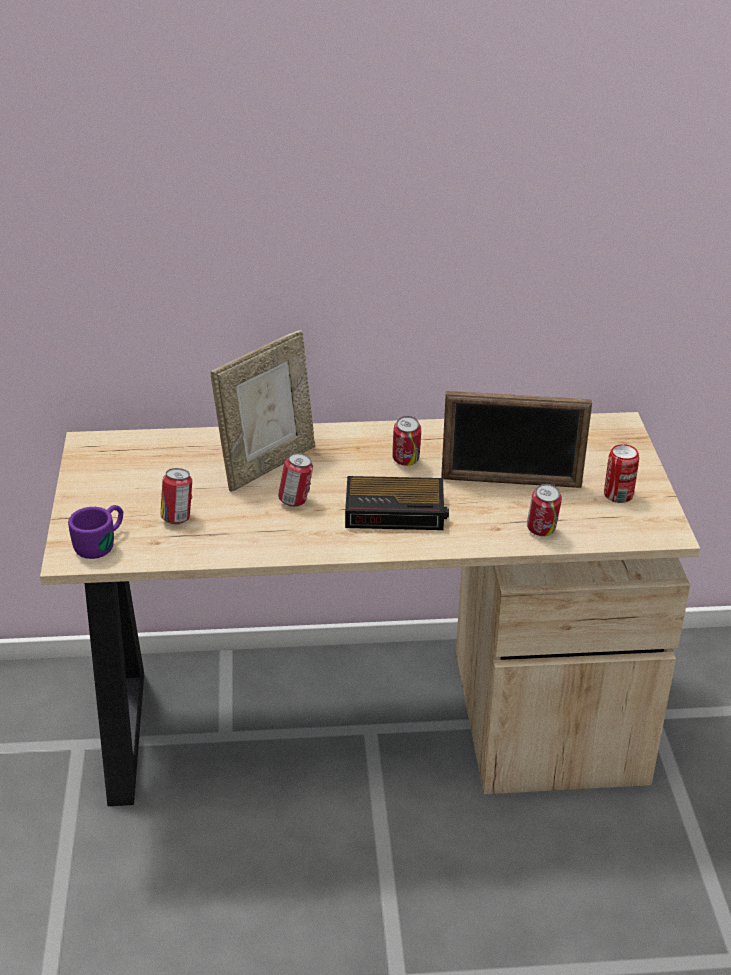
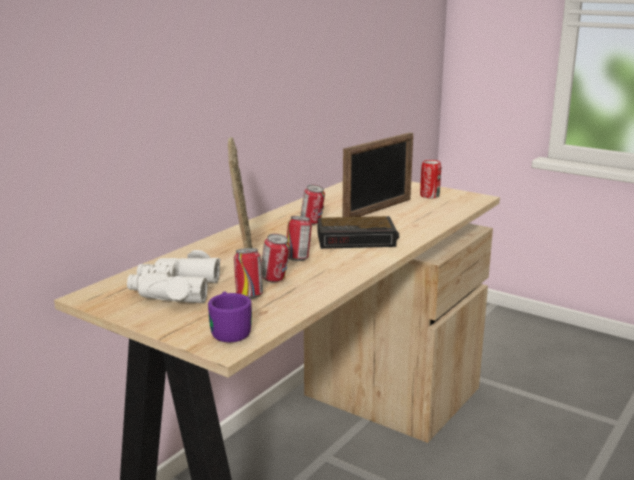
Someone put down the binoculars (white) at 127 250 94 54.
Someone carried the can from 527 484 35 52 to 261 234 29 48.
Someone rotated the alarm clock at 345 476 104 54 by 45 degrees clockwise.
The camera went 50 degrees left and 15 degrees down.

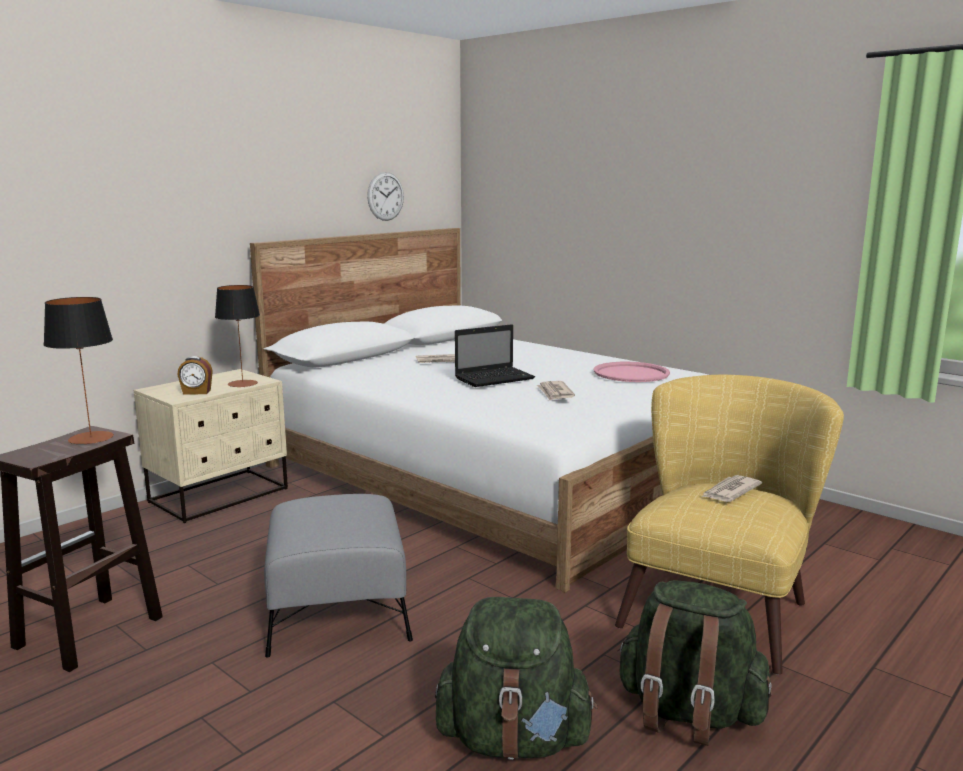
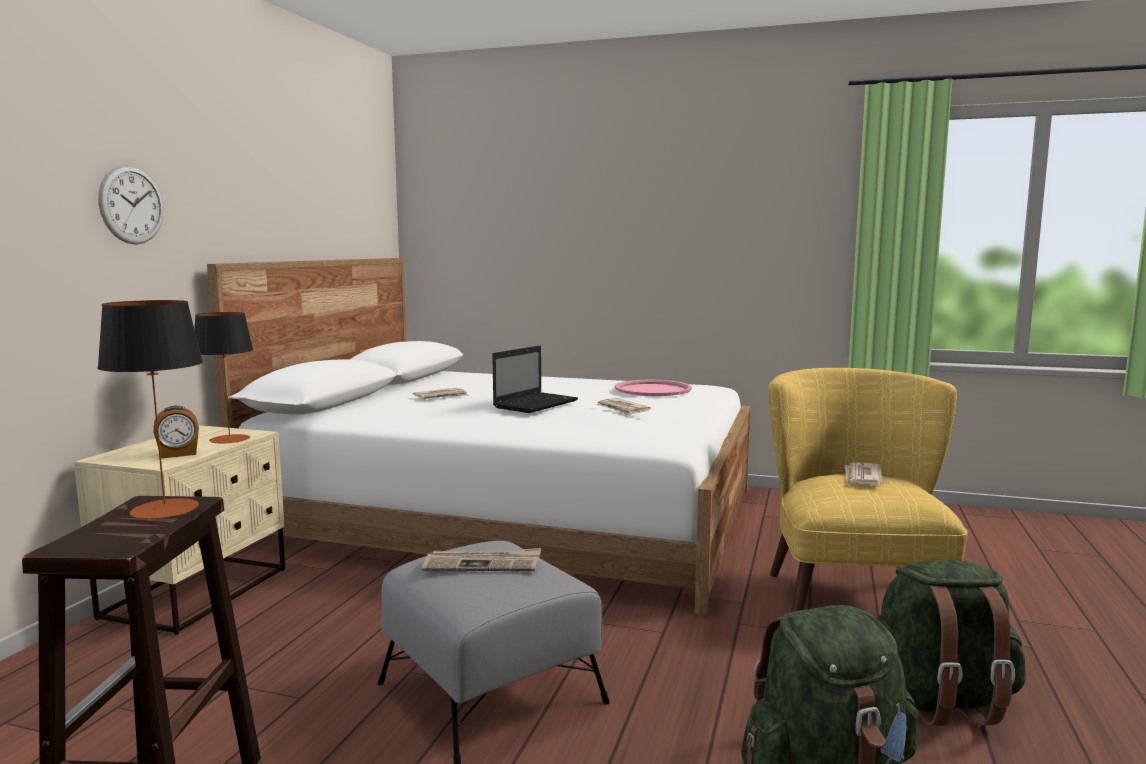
Someone put down the newspaper at 422 548 119 23.
Someone carried the wall clock from 367 172 37 49 to 98 165 65 80.
The camera went 25 degrees left and 5 degrees down.

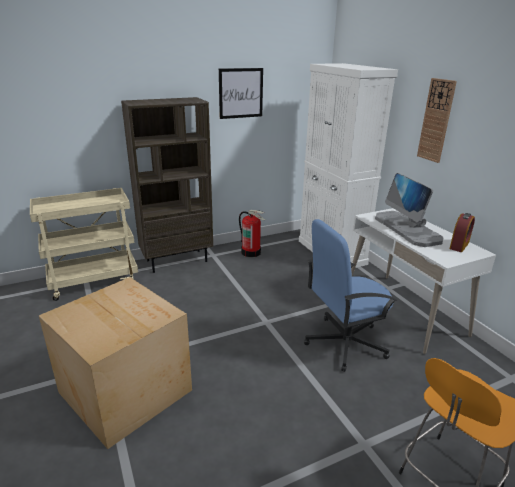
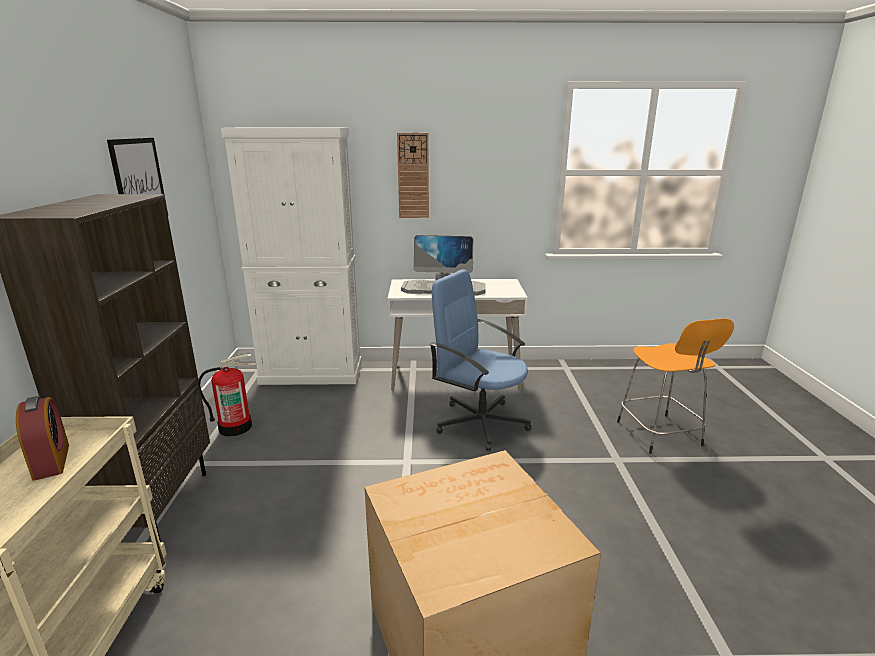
Someone carried the alarm clock from 449 213 26 39 to 16 396 53 85.
Someone rotated the office chair (blue) at 304 219 93 153 by 120 degrees clockwise.
The camera went 65 degrees left and 5 degrees down.

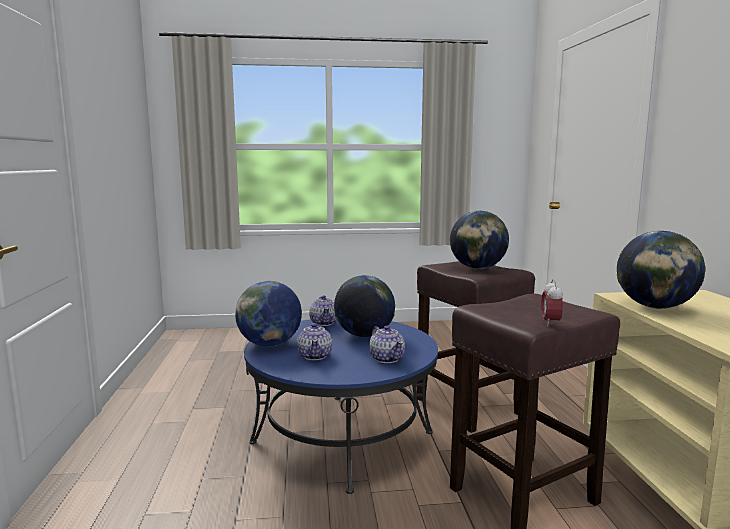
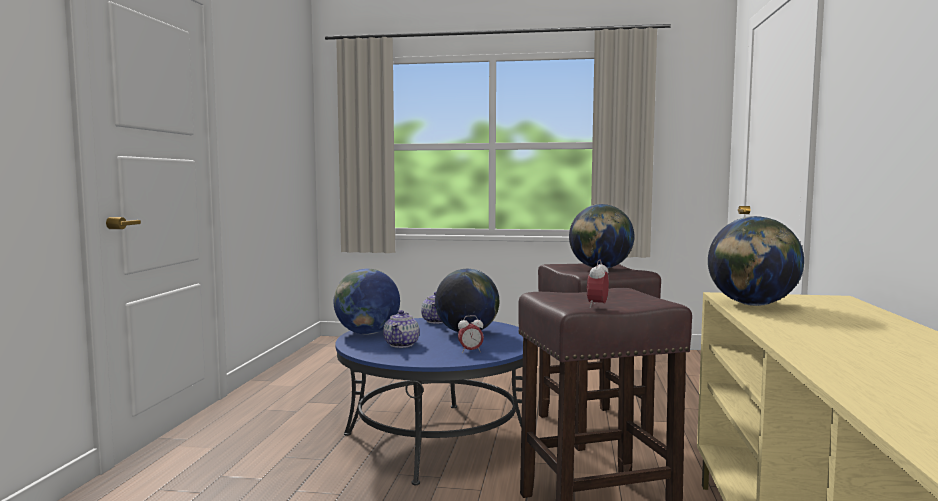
Someone swapped the teapot at 369 325 36 38 for the alarm clock at 458 315 26 38.
The camera went 15 degrees right and 5 degrees down.

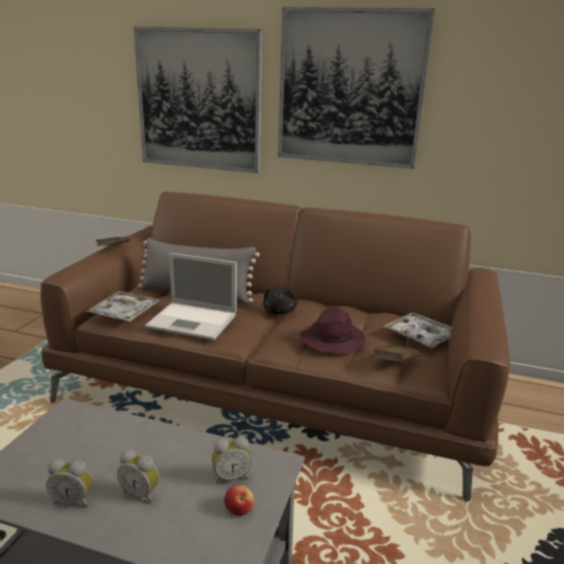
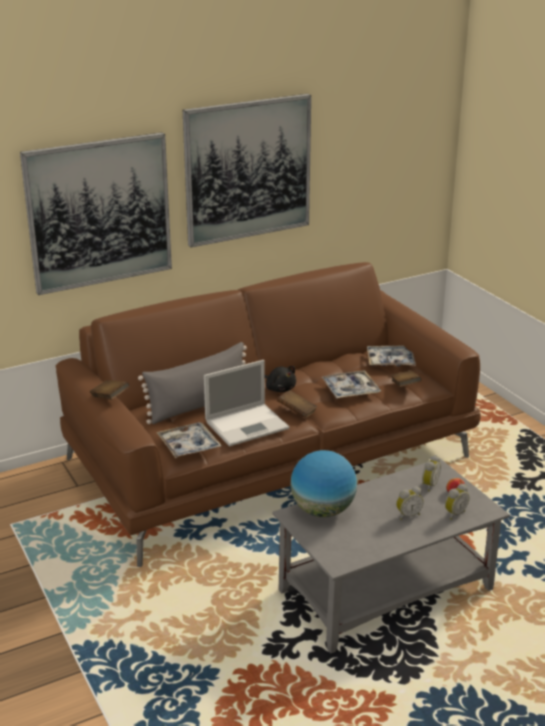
Someone put down the book (brown) at 277 390 40 28.
Someone put down the globe at 291 450 66 67.
Someone carried the alarm clock from 46 458 47 49 to 445 484 24 36.
Someone swapped the hat (purple) at 300 308 65 46 for the tray at 321 370 60 28.
The camera went 45 degrees left and 5 degrees up.

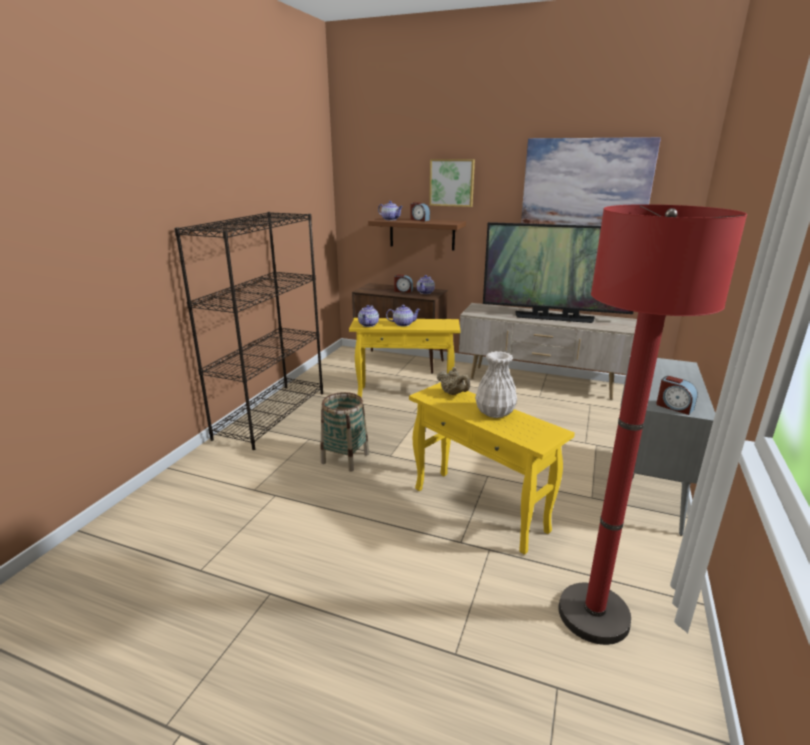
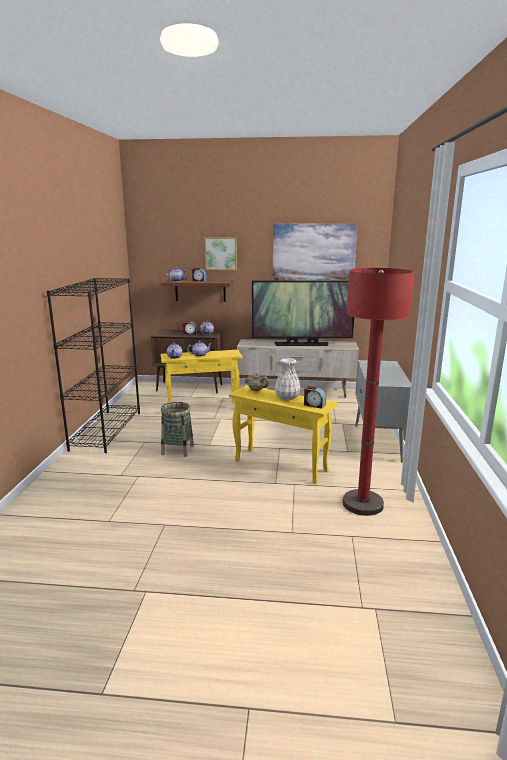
Someone carried the alarm clock from 656 376 42 39 to 304 386 22 23.
The camera went 15 degrees left and 5 degrees down.

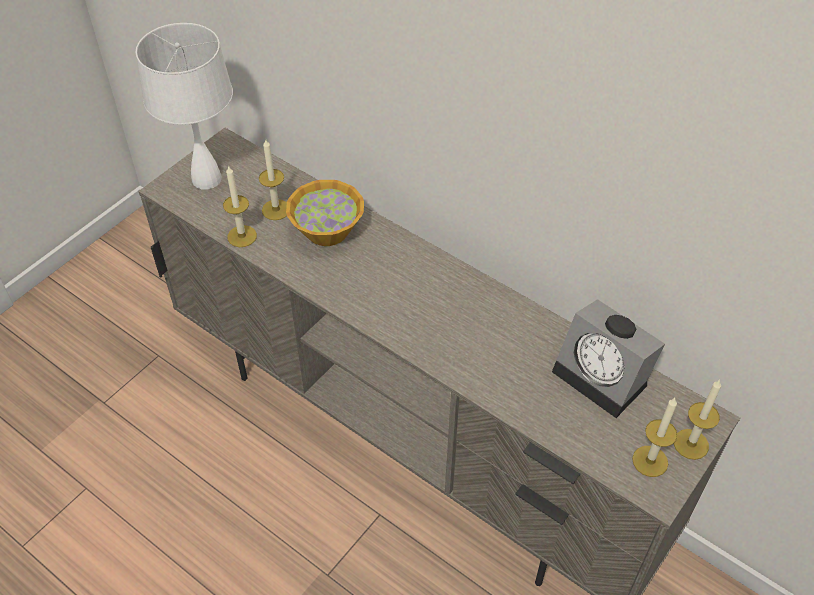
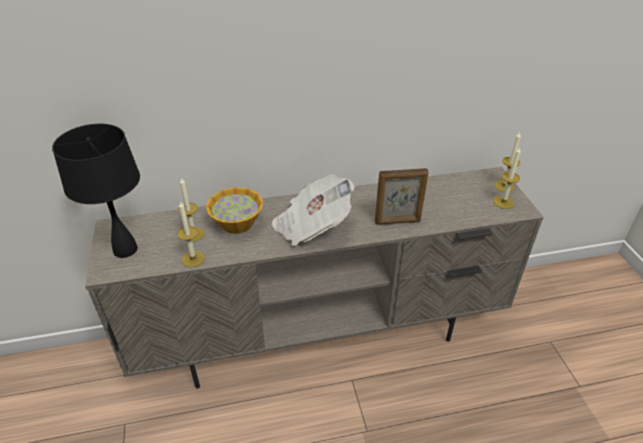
Someone took away the alarm clock at 552 299 113 119.
Someone put down the newspaper at 272 174 83 72.
Someone put down the picture frame at 375 168 54 57.
Someone repainted the table lamp (white) at 135 23 98 167, which became the table lamp (black) at 52 124 88 134.
The camera went 50 degrees left and 10 degrees down.

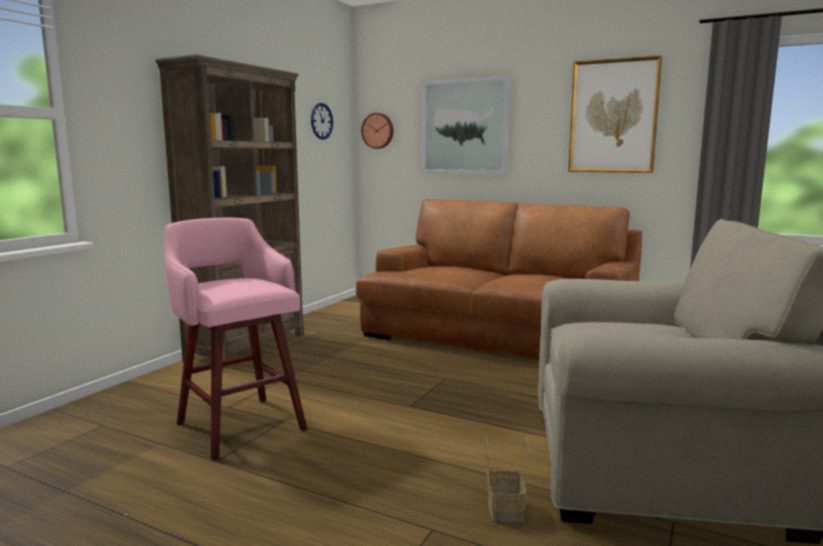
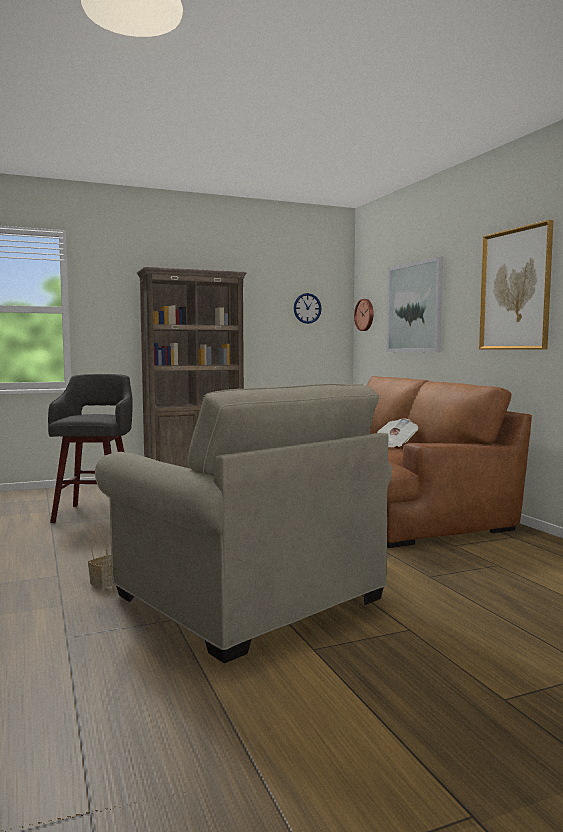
Someone put down the newspaper at 377 418 41 29.
Someone repainted the stool (pink) at 164 218 144 242, which became the stool (grey) at 48 374 85 149.
The camera went 40 degrees right and 5 degrees down.

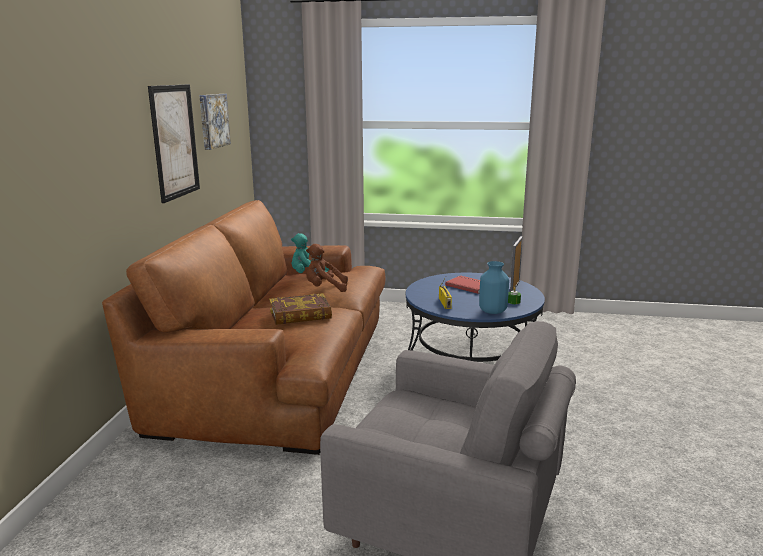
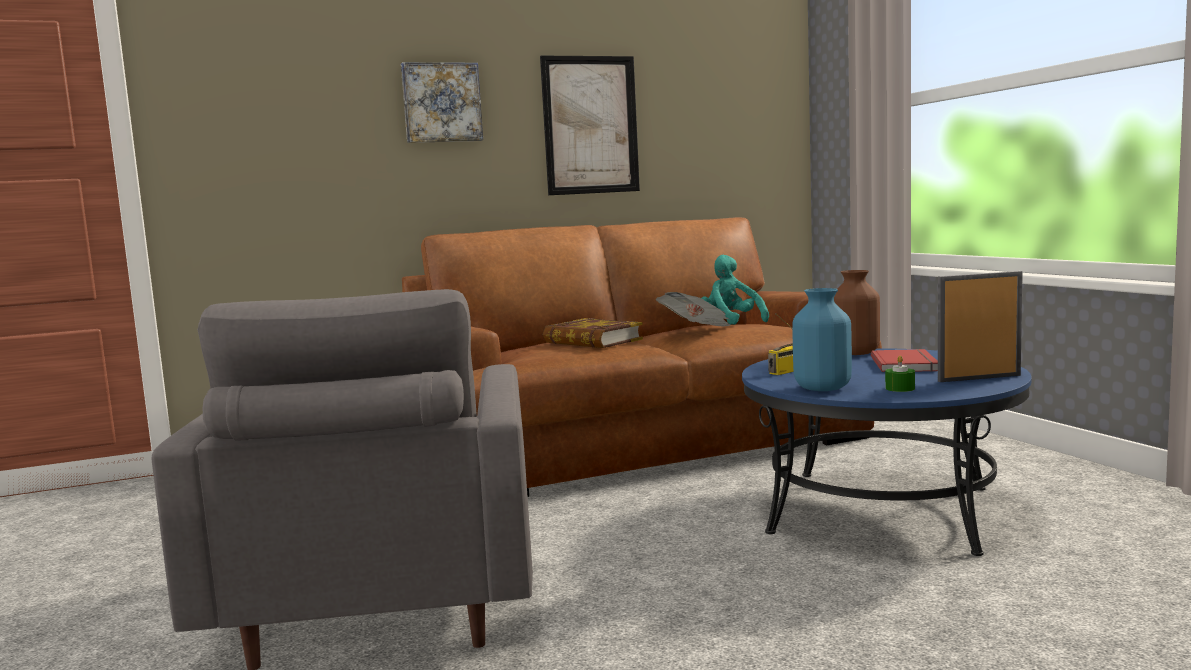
Someone put down the vase (brown) at 834 270 46 85.
Someone carried the picture from 199 94 32 56 to 401 62 82 81.
Someone swapped the plush toy (brown) at 306 244 42 48 for the newspaper at 656 292 75 34.
The camera went 60 degrees right and 10 degrees down.

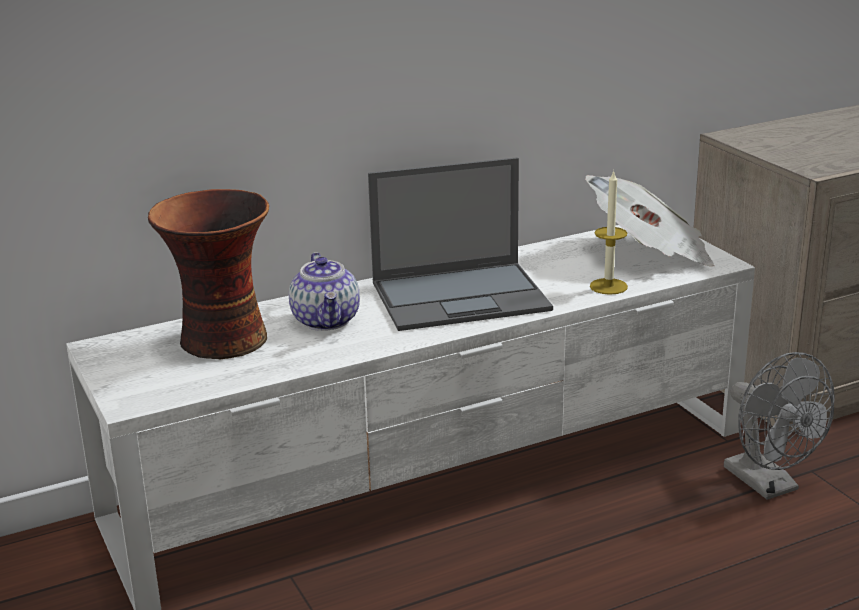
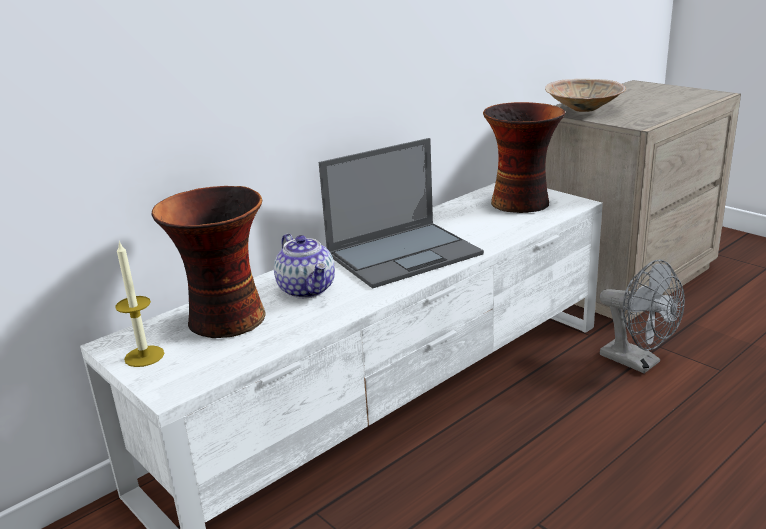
Someone put down the bowl (beige) at 545 79 81 33.
Someone carried the candle from 590 170 38 125 to 115 241 49 126.
Someone swapped the newspaper at 585 175 130 92 for the vase at 483 102 82 111.
The camera went 15 degrees left and 0 degrees up.

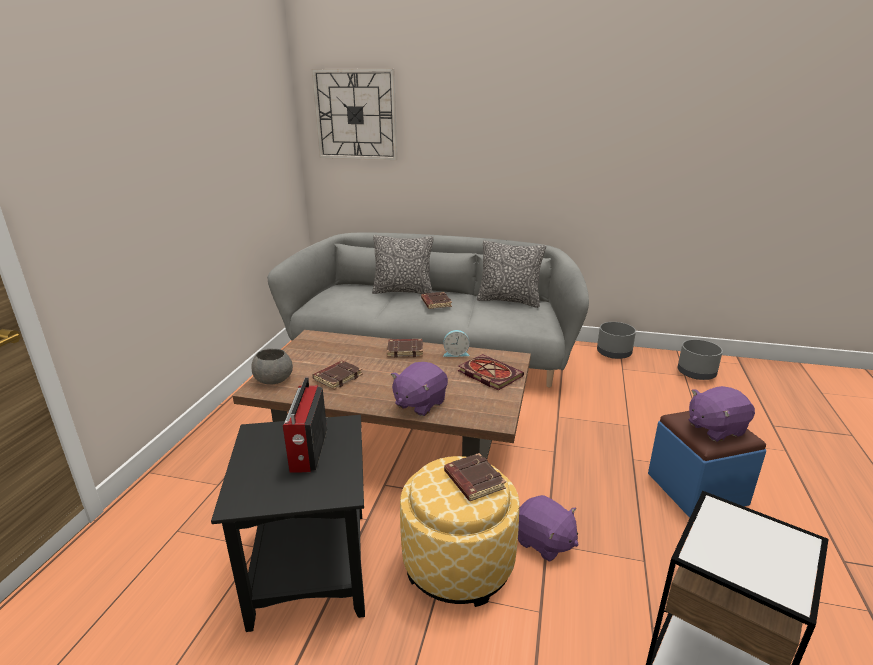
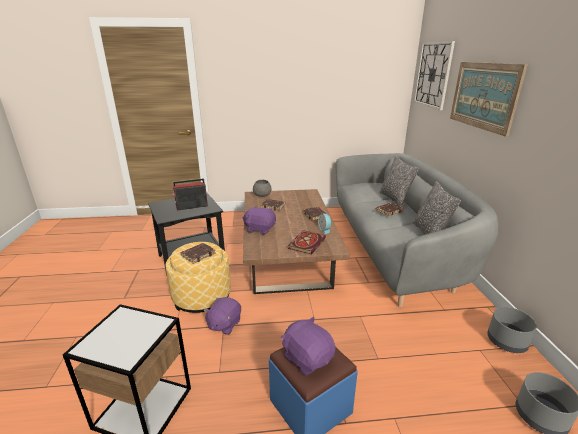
Someone put up the picture at 450 62 77 75.
The camera went 70 degrees right and 0 degrees up.

